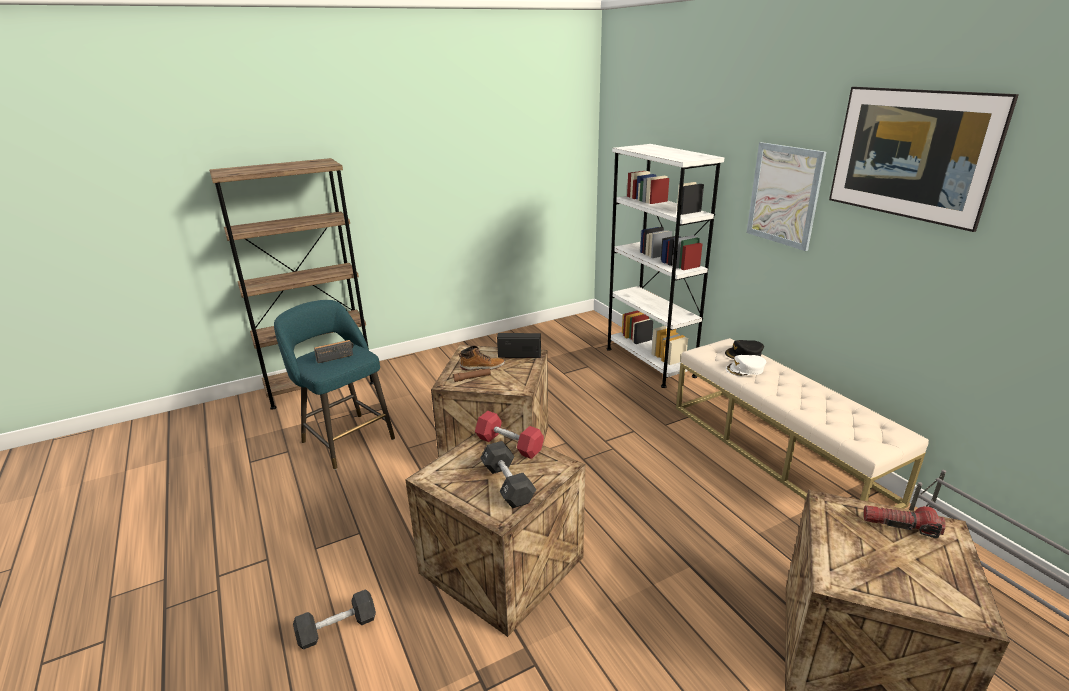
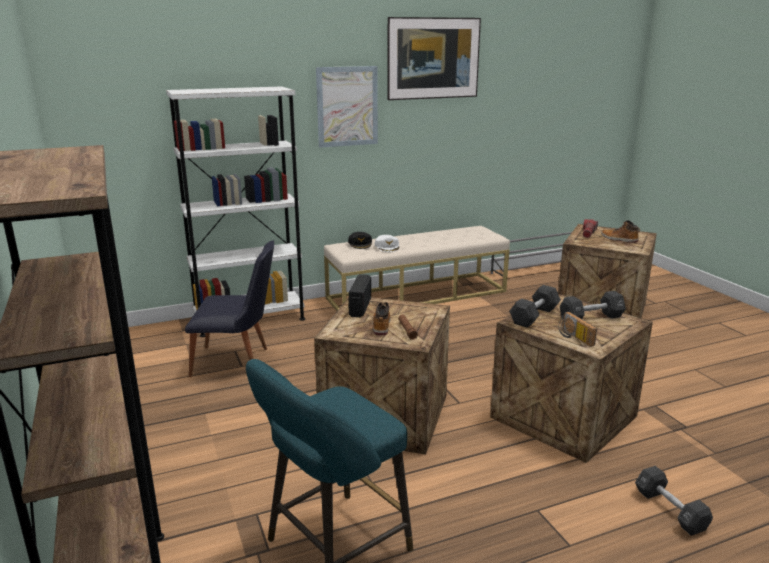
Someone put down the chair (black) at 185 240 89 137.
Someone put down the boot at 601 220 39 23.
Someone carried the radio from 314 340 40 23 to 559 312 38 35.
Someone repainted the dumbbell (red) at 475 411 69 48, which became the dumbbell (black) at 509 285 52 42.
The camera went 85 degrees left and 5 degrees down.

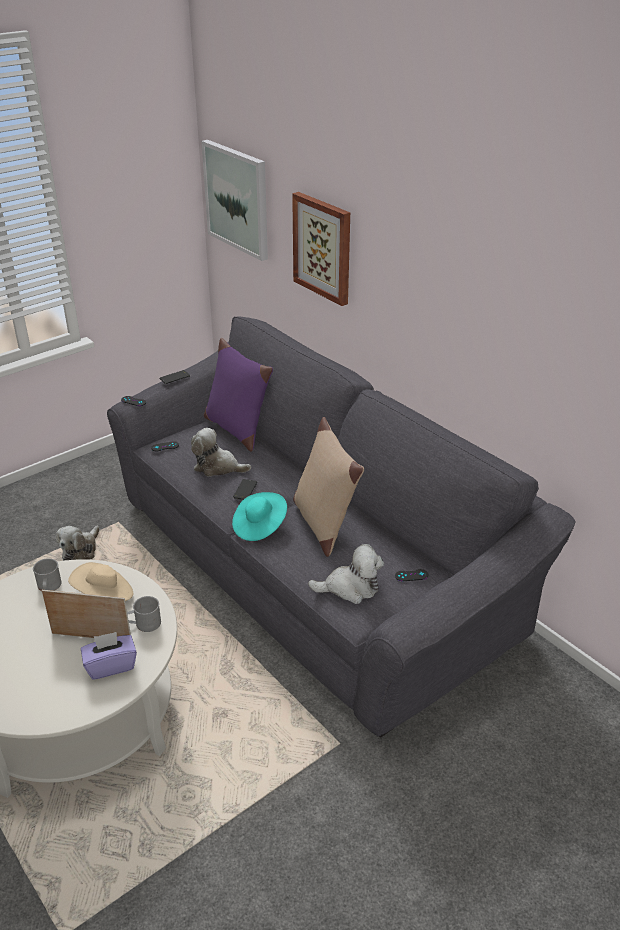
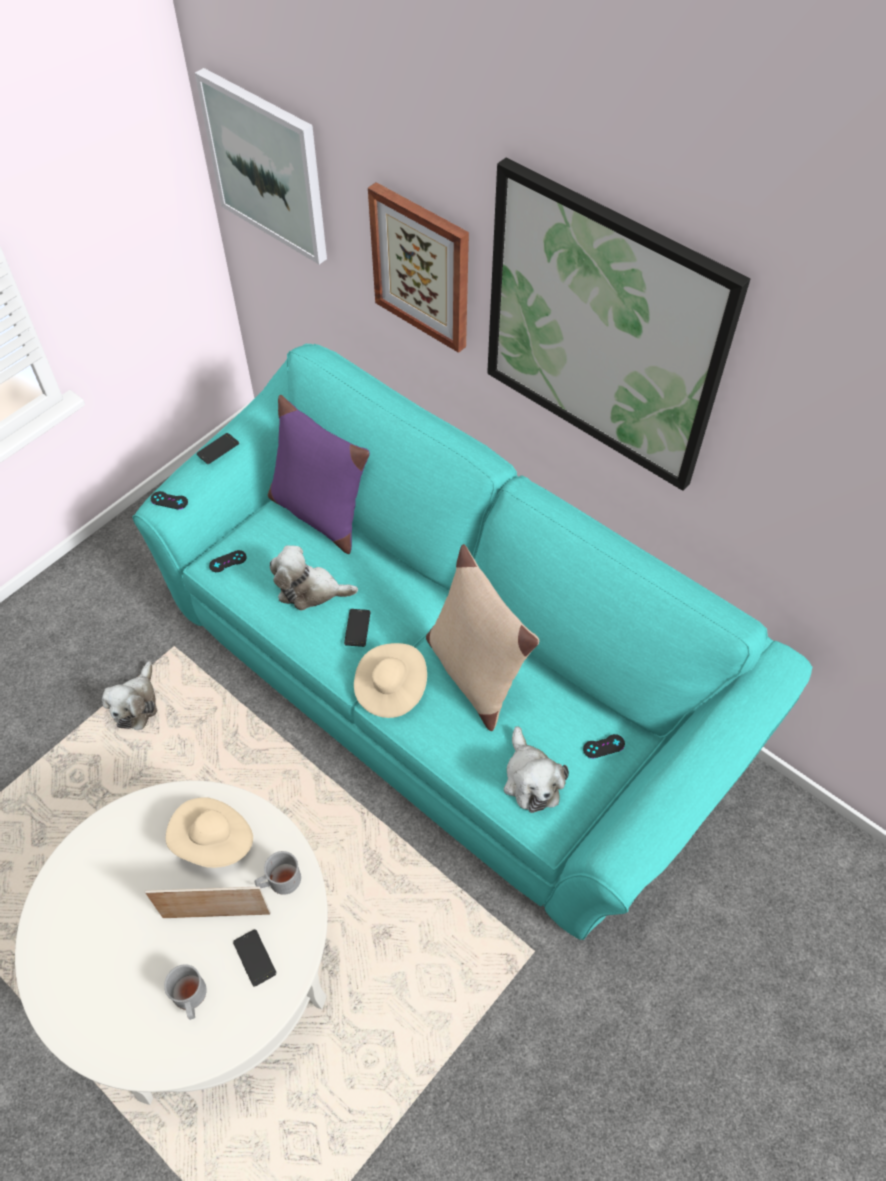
Someone put up the picture at 487 158 263 333.
Someone carried the mug (grey) from 33 558 29 33 to 164 964 43 56.
Someone swapped the tissue box (purple) at 81 632 56 48 for the phone at 233 929 43 58.
Someone repainted the sofa (grey) at 107 317 469 421, which became the sofa (turquoise) at 133 343 679 597.
Someone repainted the hat (turquoise) at 232 492 55 49, which became the hat (beige) at 354 643 73 75.
Someone rotated the plush toy at 308 544 76 60 by 90 degrees clockwise.
The camera went 10 degrees left and 20 degrees up.

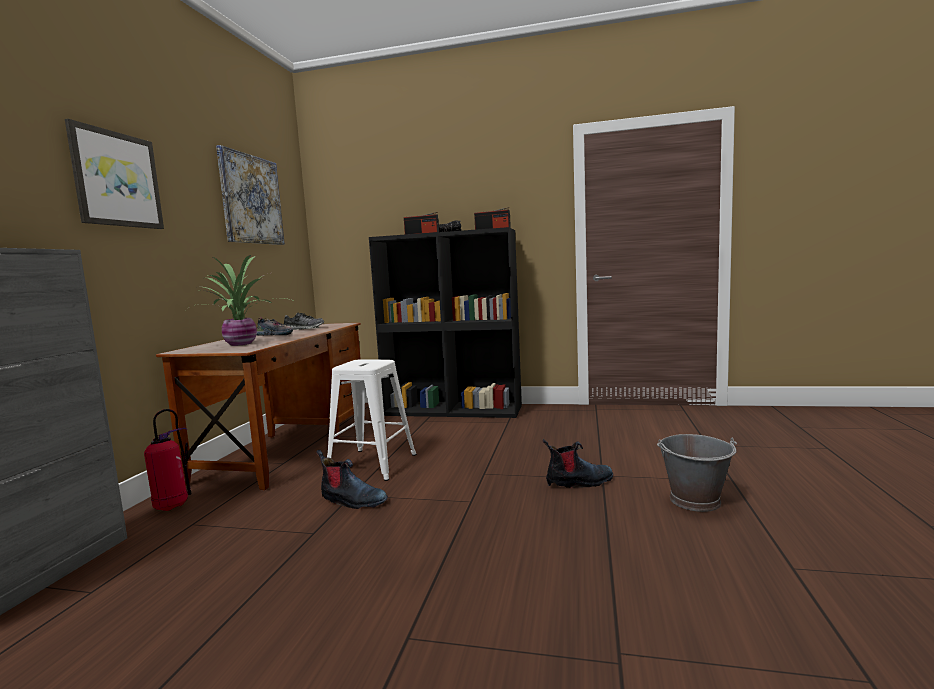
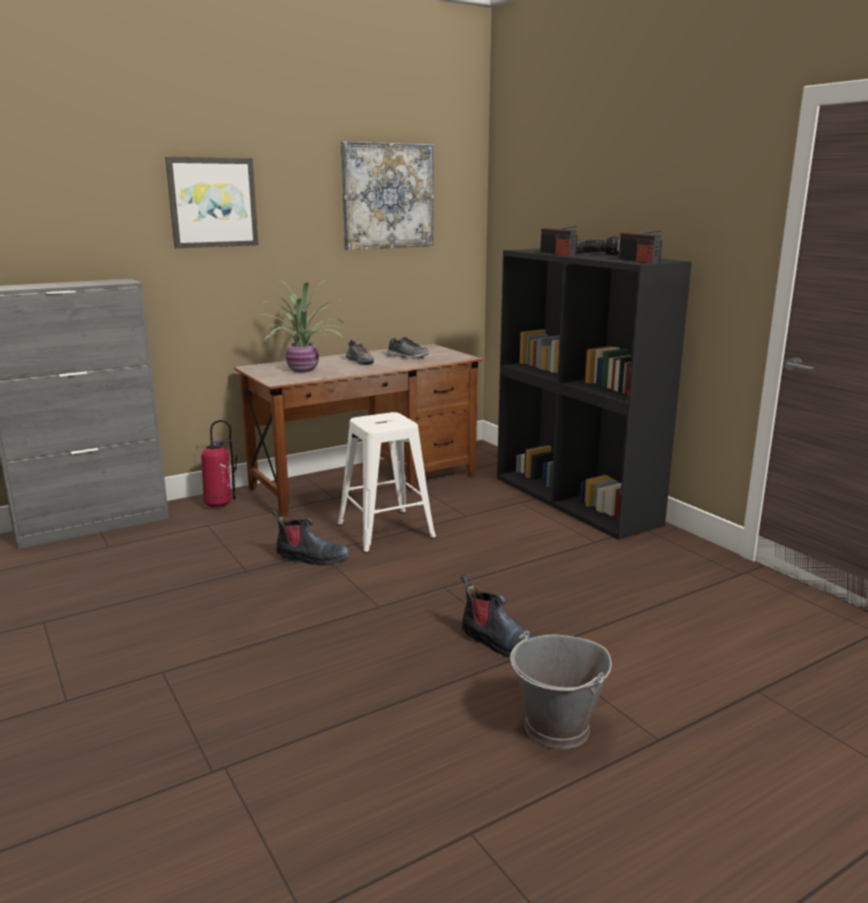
Someone rotated the boot at 316 450 72 59 by 60 degrees counterclockwise.
The camera went 45 degrees right and 10 degrees up.

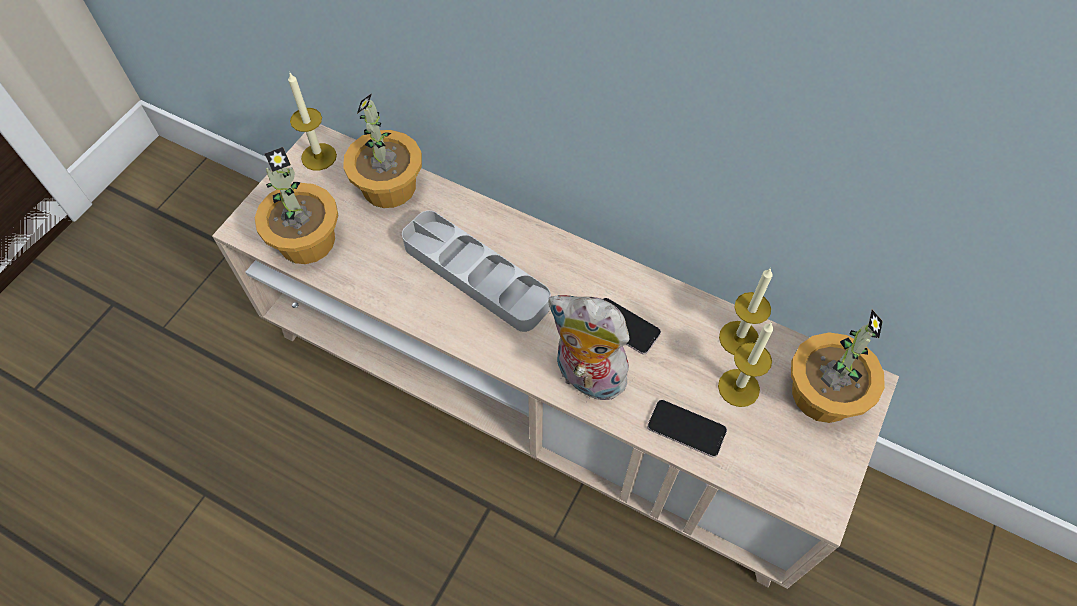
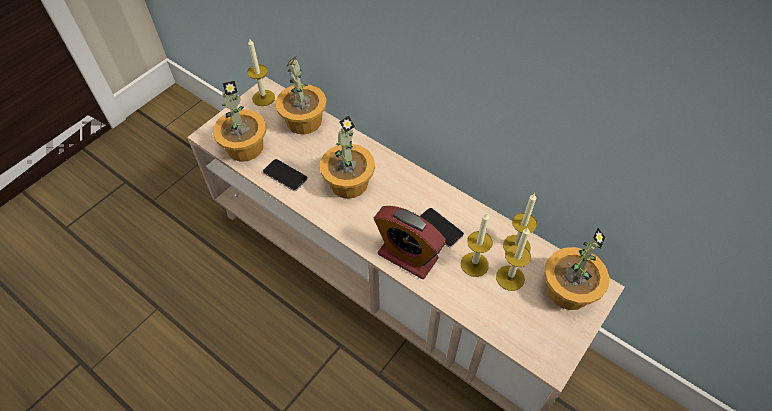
Someone put down the candle at 461 213 32 64.
Someone carried the phone from 647 399 80 59 to 263 159 45 32.
Someone swapped the tray (grey) at 402 210 149 122 for the potted plant at 320 116 55 83.
Someone swapped the plush toy at 548 295 82 108 for the alarm clock at 374 206 72 73.
The camera went 10 degrees right and 5 degrees down.

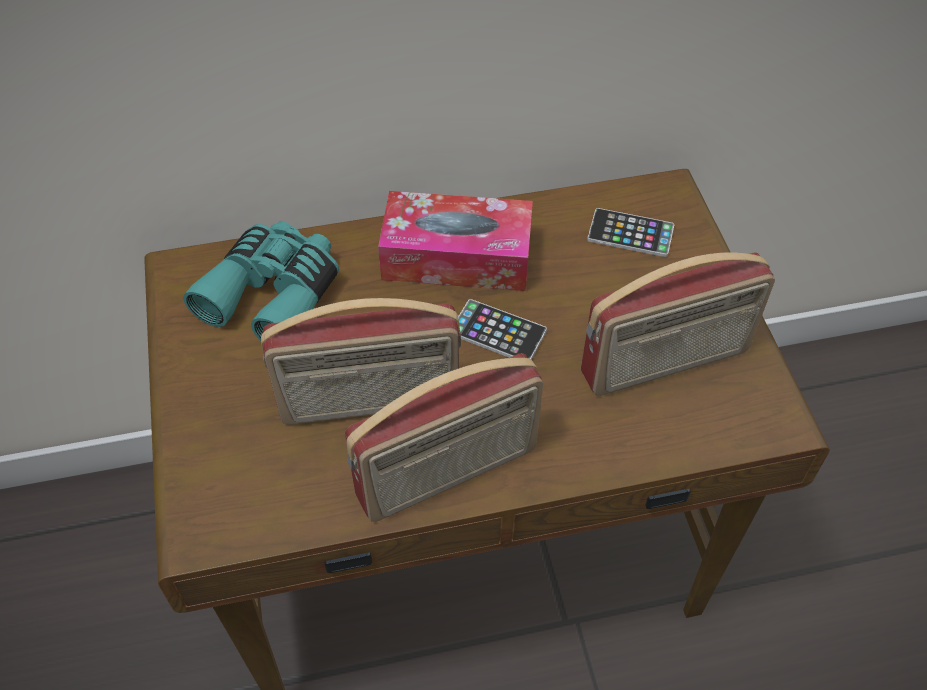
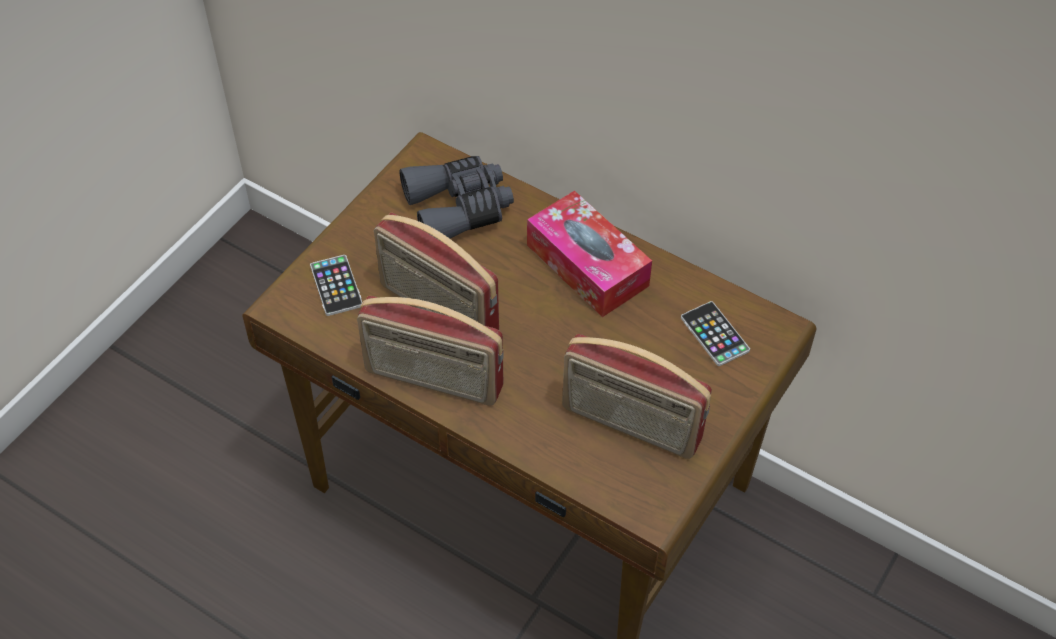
Someone carried the phone from 458 299 89 61 to 310 255 52 61.
Someone repainted the binoculars (turquoise) at 183 221 156 120, which became the binoculars (grey) at 399 156 115 84.
The camera went 45 degrees right and 0 degrees up.

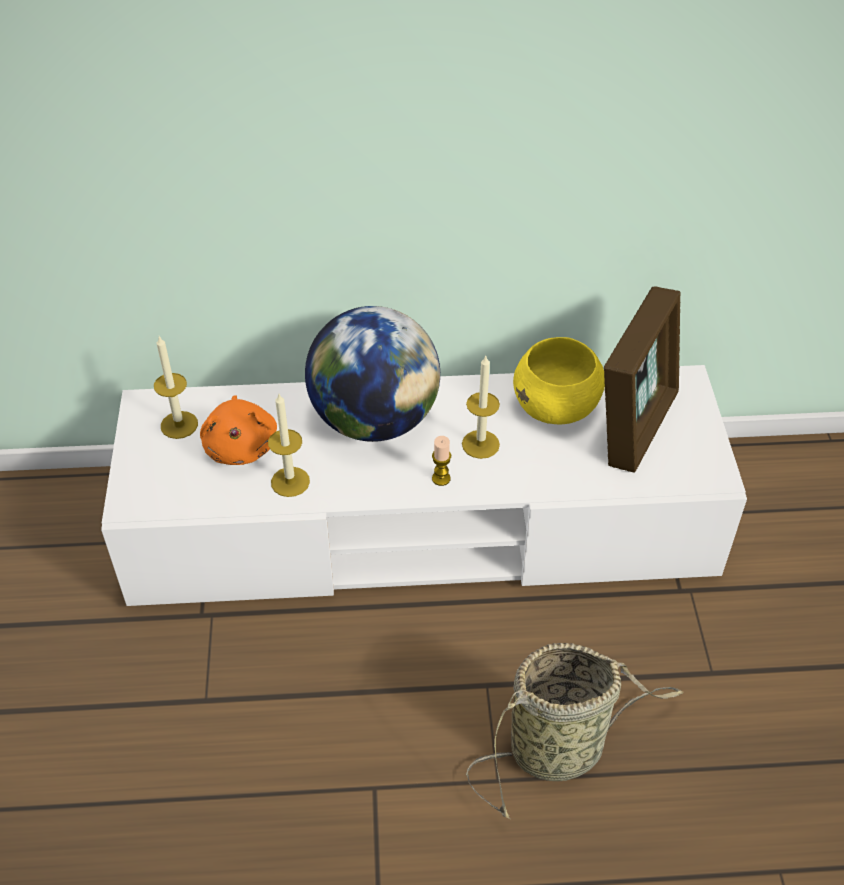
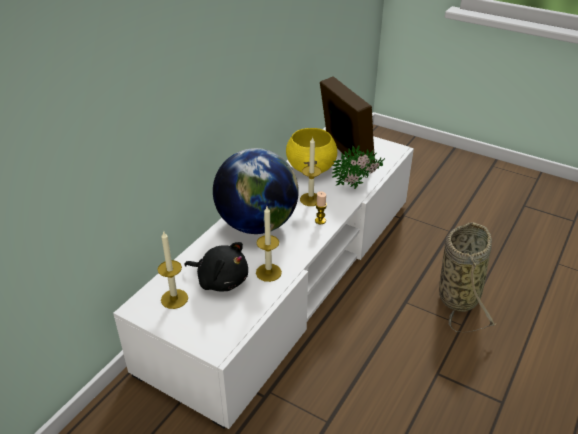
Someone put down the potted plant at 332 146 53 43.
Someone repainted the plush toy (orange) at 200 395 77 70, which became the plush toy (black) at 184 242 64 49.
The camera went 55 degrees left and 10 degrees down.

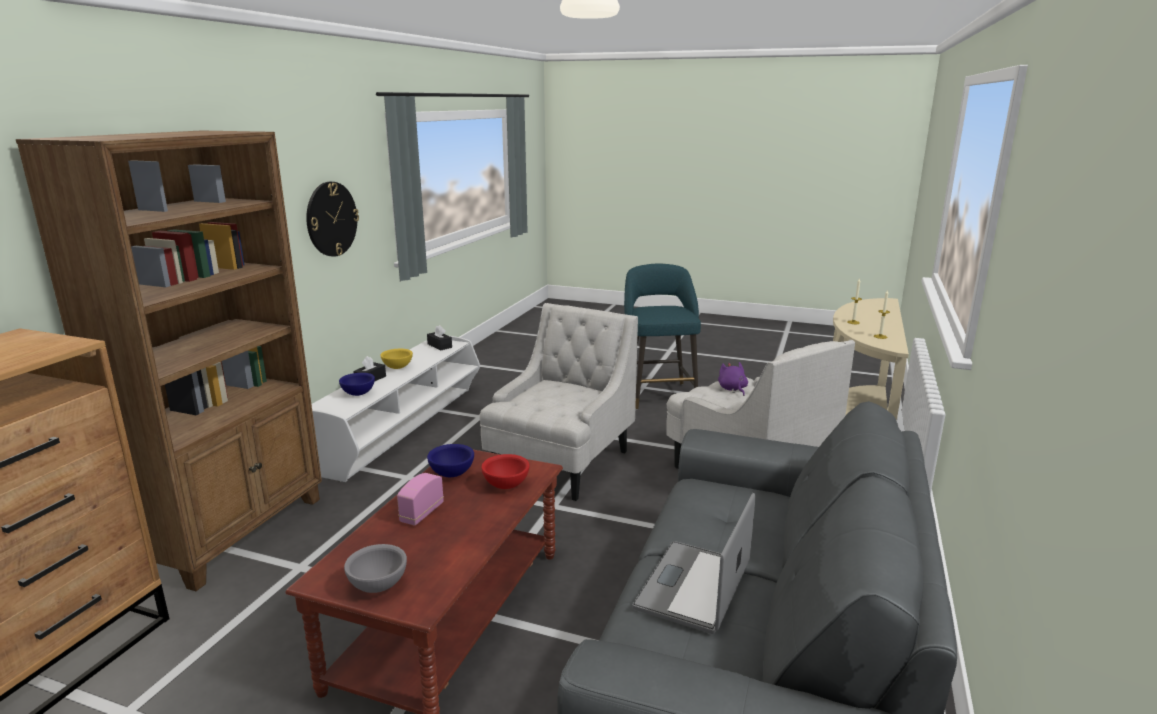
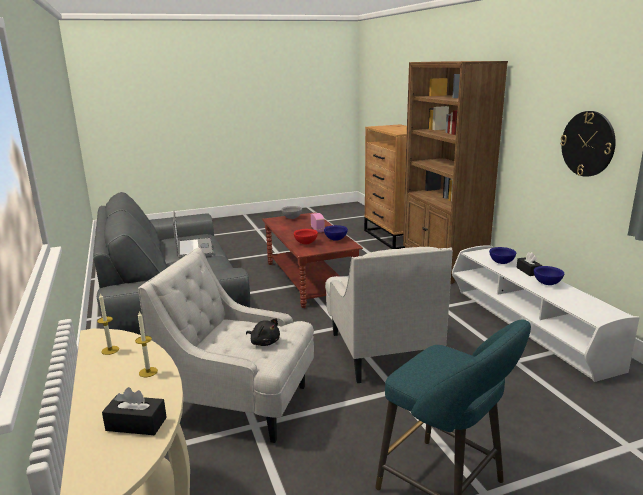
Someone carried the tissue box (black) from 427 325 25 26 to 102 387 65 48.
Someone repainted the bowl (yellow) at 380 349 33 20, which became the bowl (blue) at 534 266 30 19.
Someone repainted the plush toy (purple) at 718 362 30 34, which became the plush toy (black) at 246 319 34 27.
The camera went 140 degrees right and 0 degrees up.

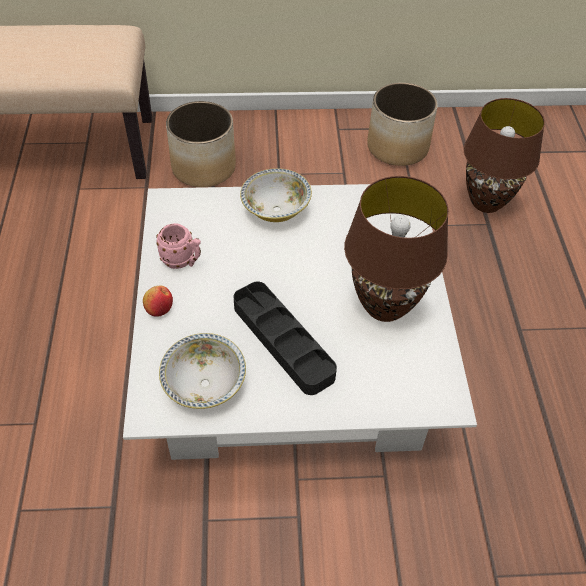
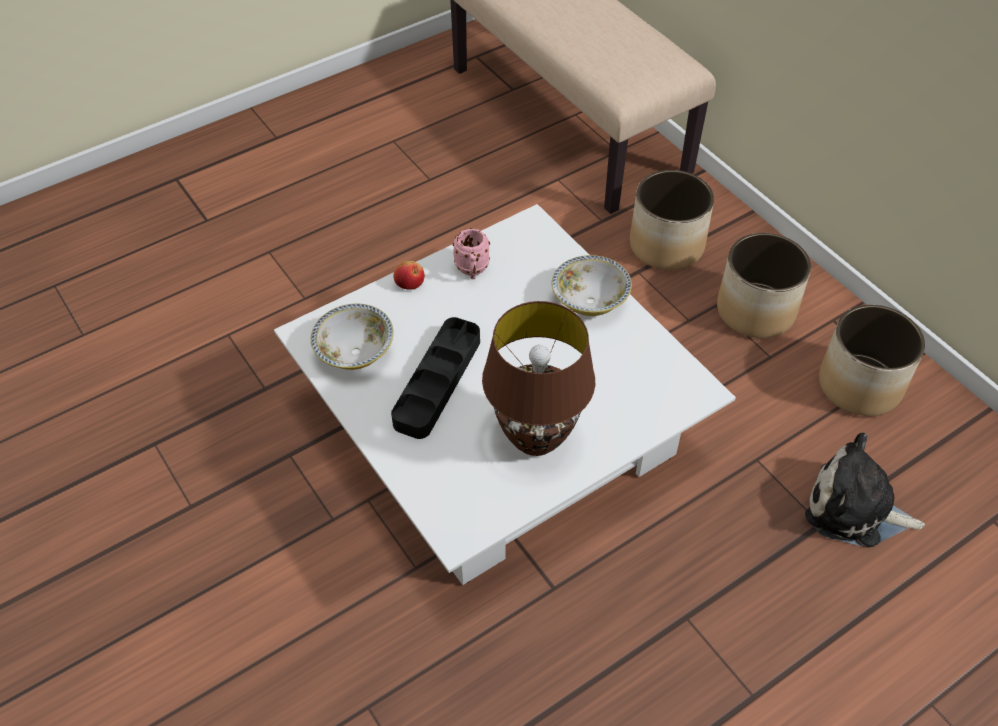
Someone put down the planter at 717 233 94 105.
Someone swapped the table lamp (brown) at 463 98 82 115 for the plush toy at 805 433 120 115.
The camera went 60 degrees right and 0 degrees up.

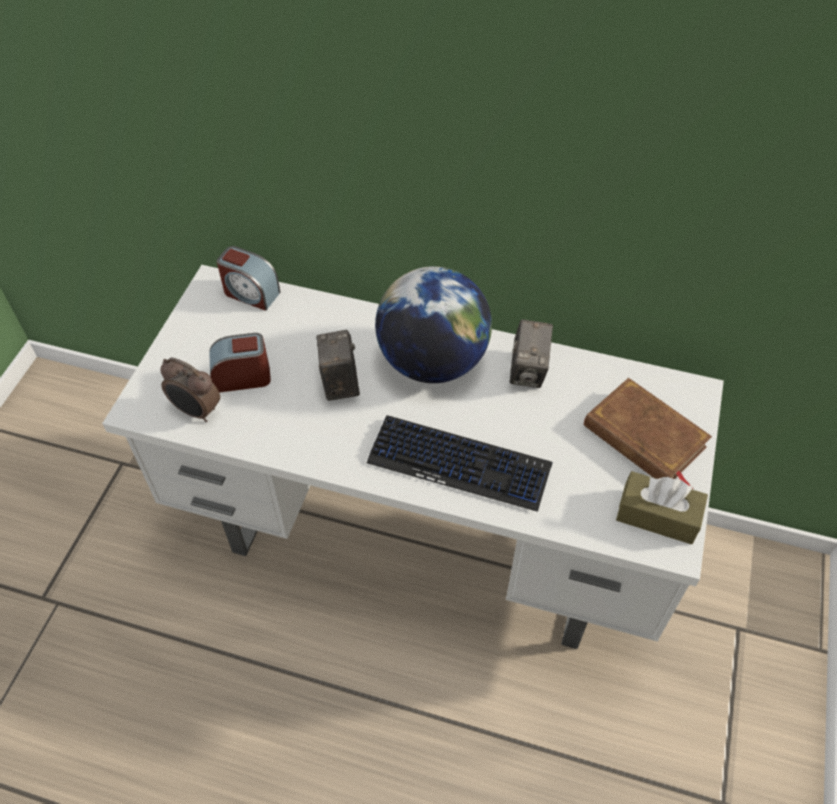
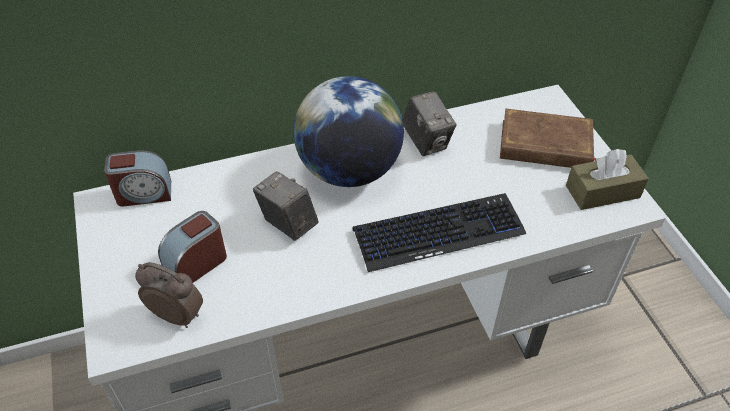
Someone rotated the alarm clock at 160 357 60 65 by 150 degrees counterclockwise.
The camera went 35 degrees left and 5 degrees down.

